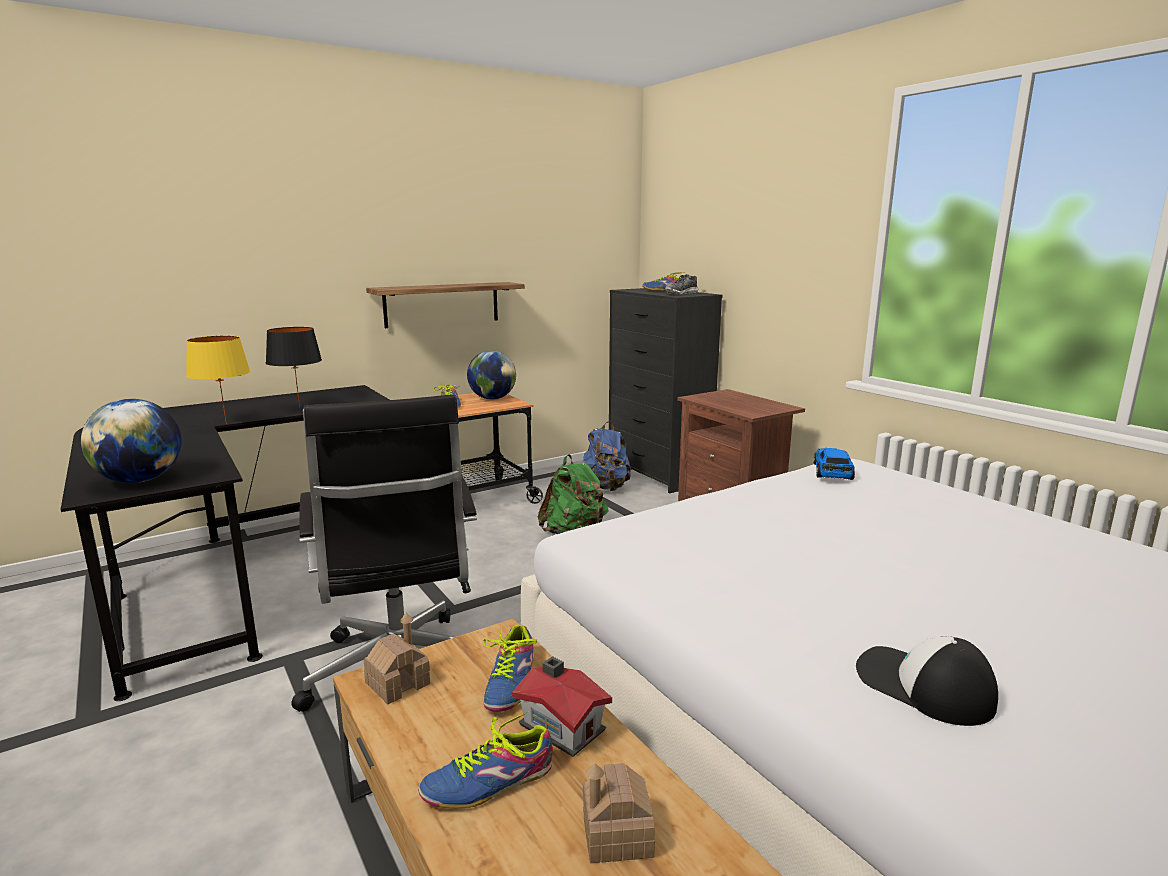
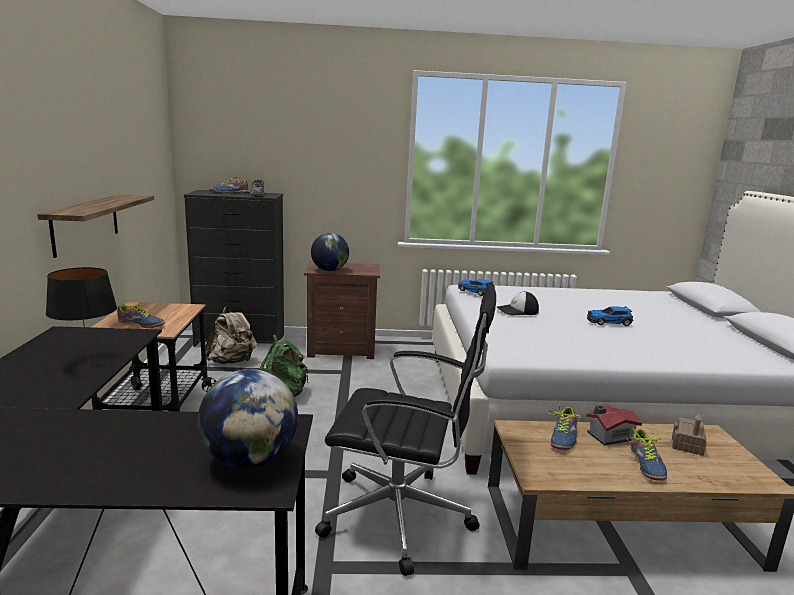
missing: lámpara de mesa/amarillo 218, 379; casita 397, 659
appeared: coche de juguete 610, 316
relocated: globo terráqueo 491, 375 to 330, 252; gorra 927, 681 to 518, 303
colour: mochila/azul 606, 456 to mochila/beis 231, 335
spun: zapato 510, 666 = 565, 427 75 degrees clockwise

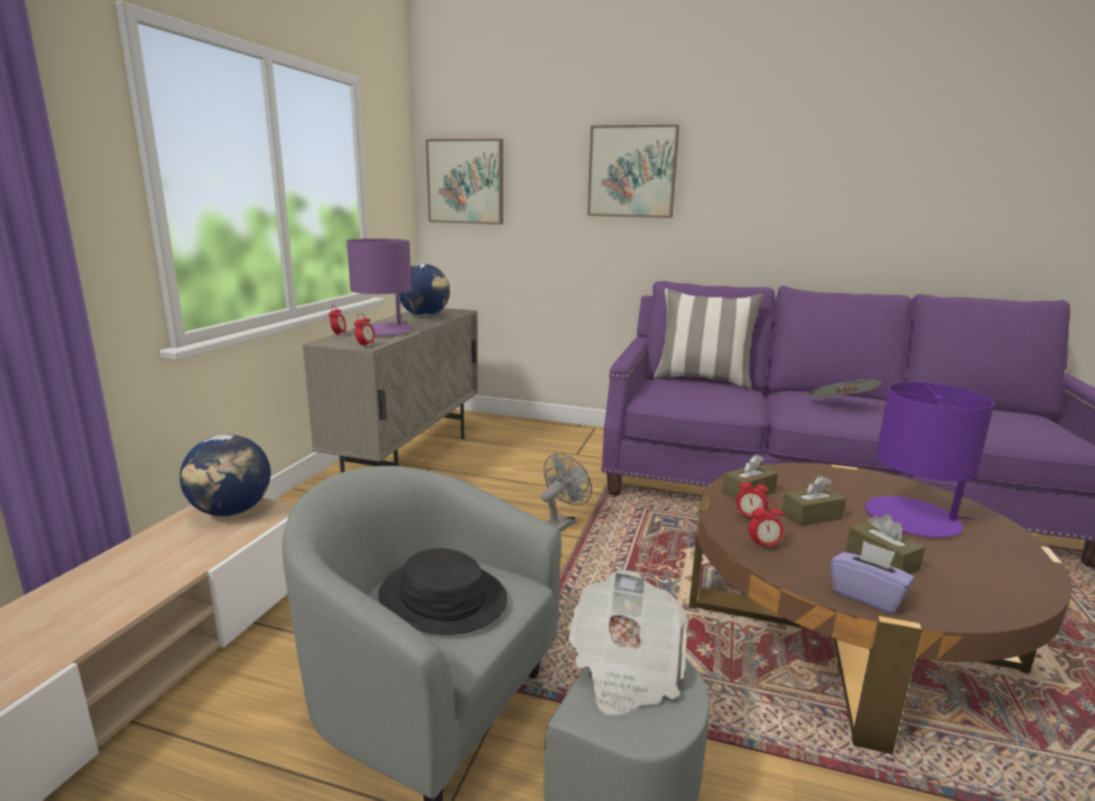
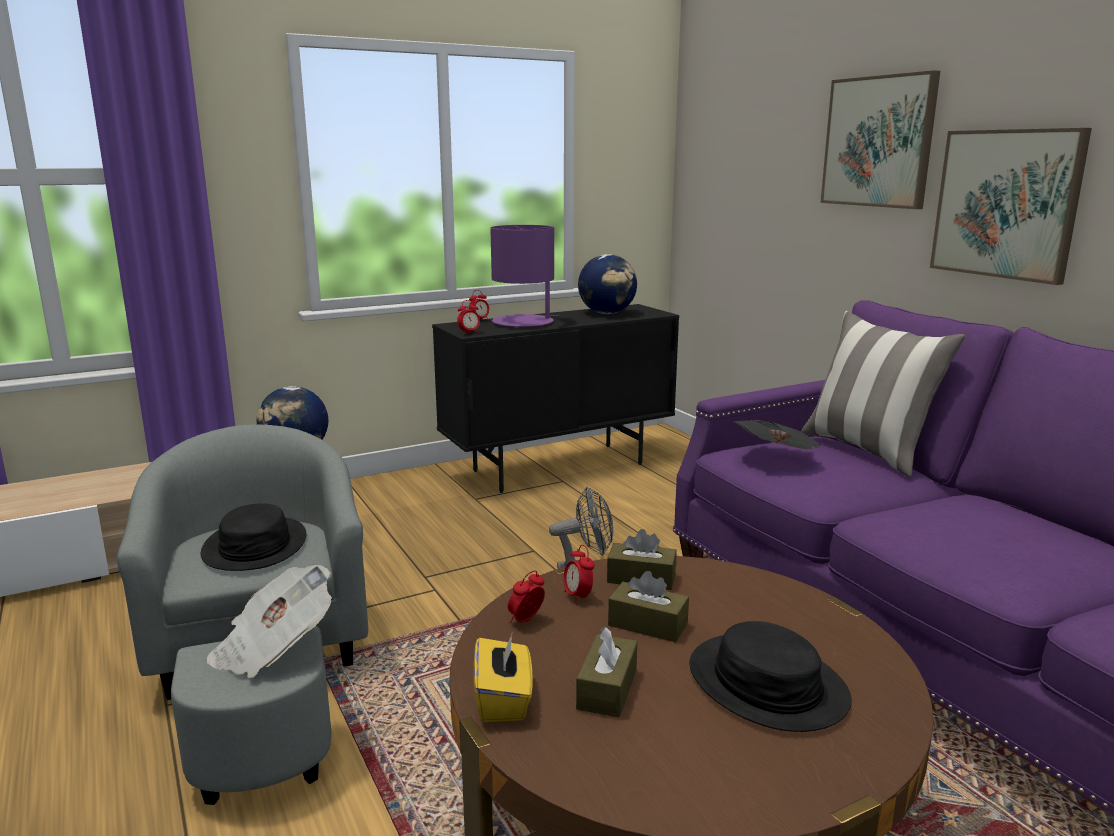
relocated: cuadro 464, 181 to 1011, 206; periódico 844, 388 to 777, 434
exchanged: lámpara de mesa/morado 930, 460 to sombrero/negro 770, 676
colour: armario/beis 390, 390 to armario/negro 555, 398; caja de pañuelos/morado 872, 577 to caja de pañuelos/amarillo 503, 678
spun: despertador 766, 525 = 526, 596 90 degrees clockwise

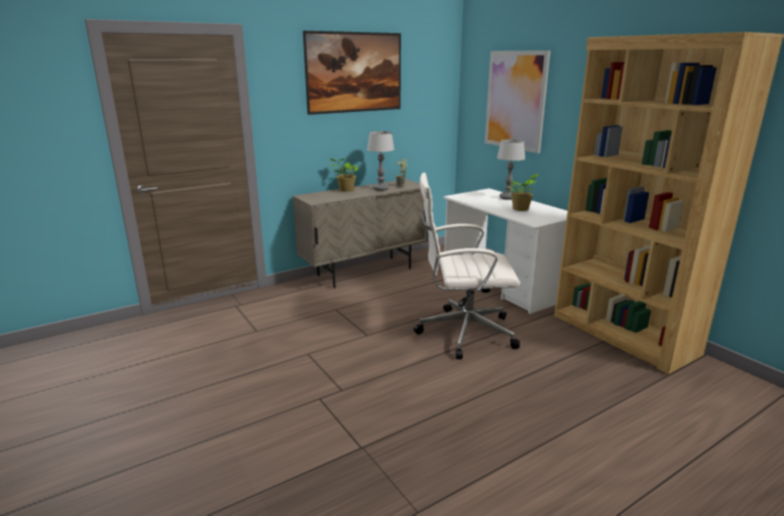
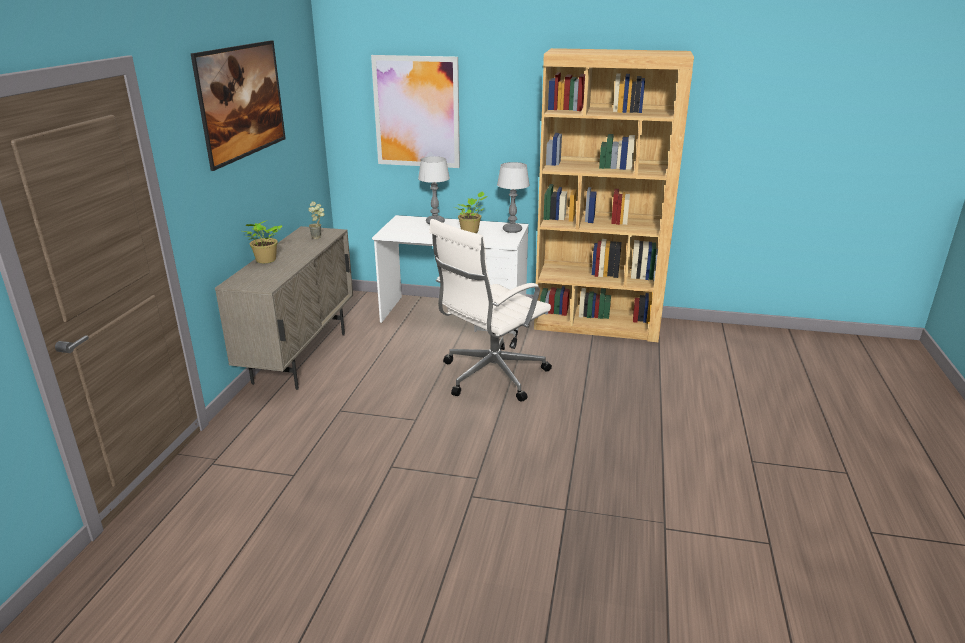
relocated: lámpara de mesa 381, 161 to 513, 197

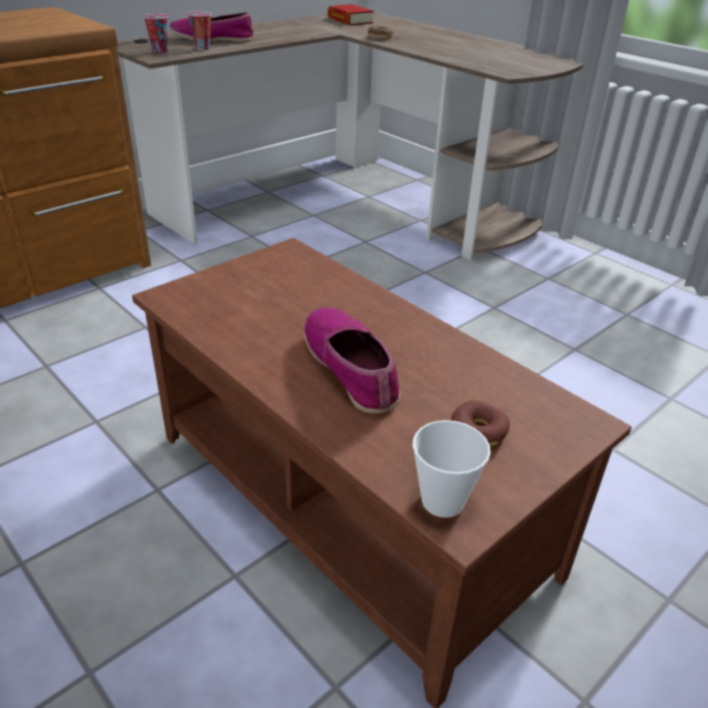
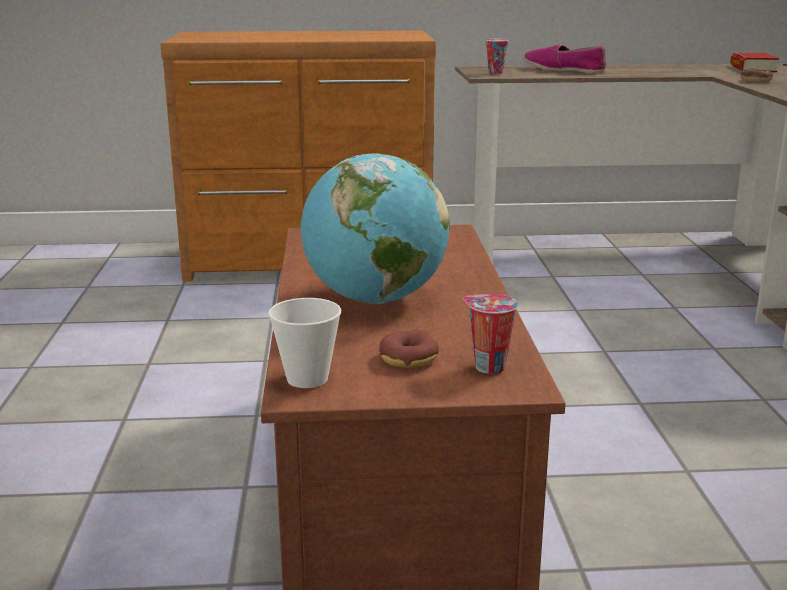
relocated: taza 197, 30 to 490, 334
exchanged: zapato 352, 360 to globo terráqueo 375, 228

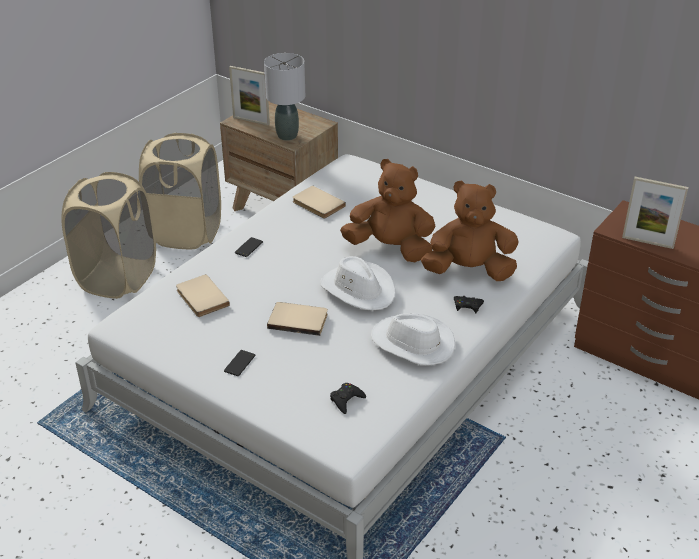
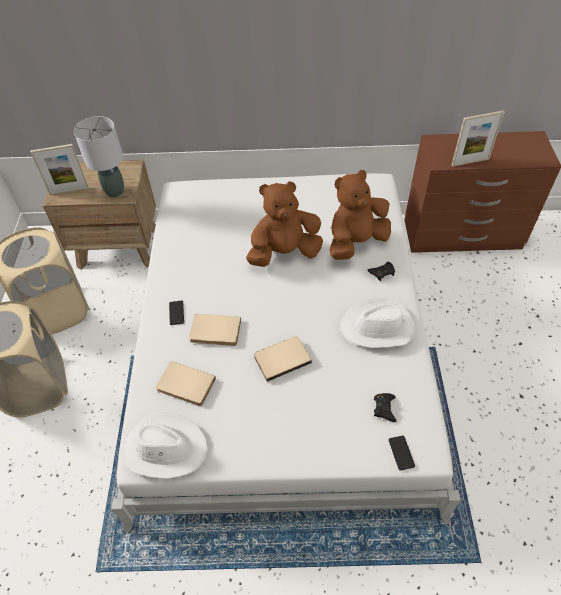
relocated: móvil 239, 363 to 401, 453; libro/beis 319, 202 to 215, 330; sombrero/blanco 358, 283 to 165, 445

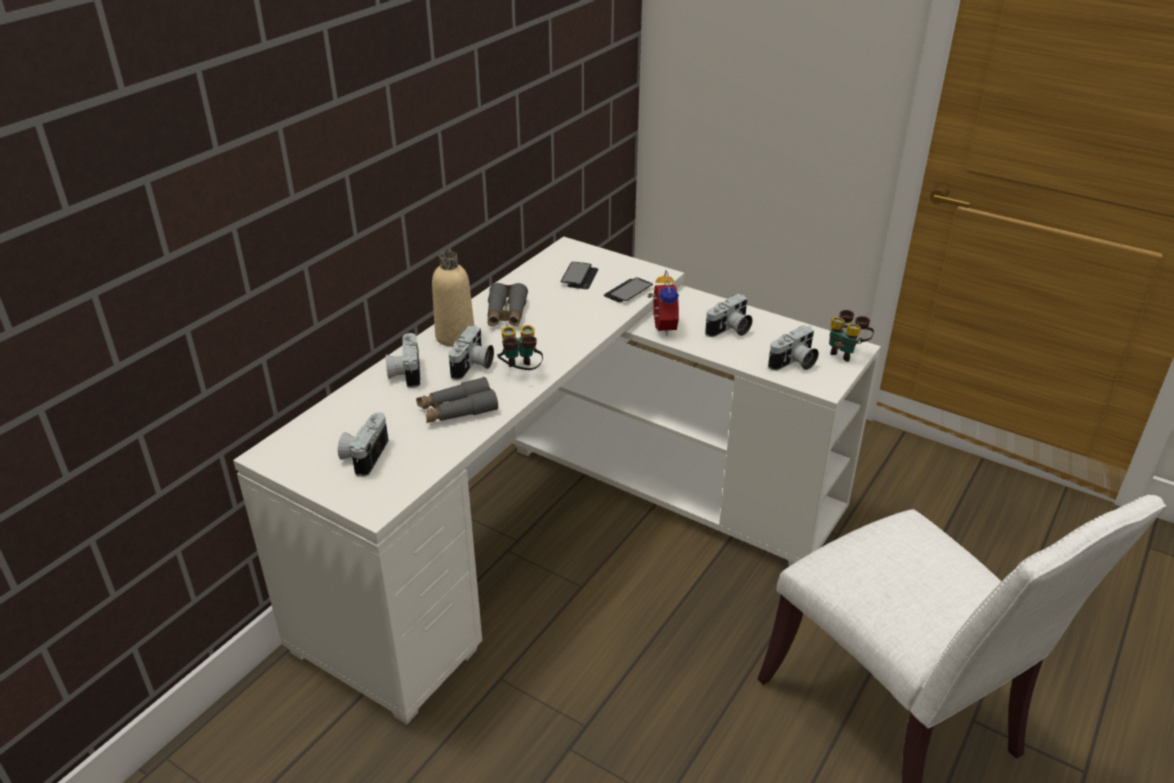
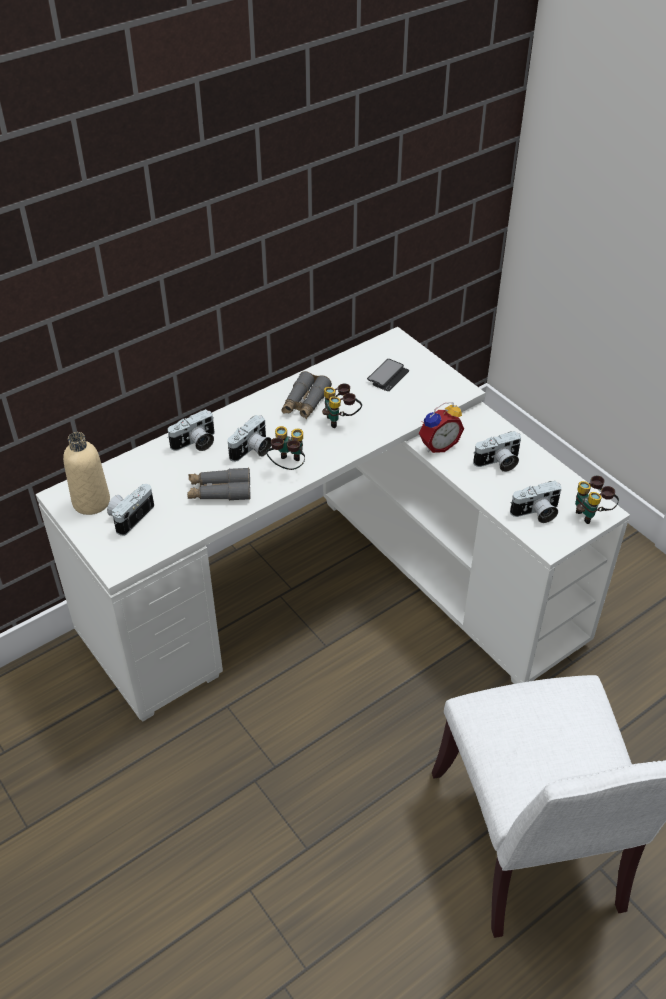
missing: móvil 628, 289
appeared: prismáticos 342, 406
relocated: botella/beis 453, 299 to 86, 473
spun: cámara 403, 360 = 190, 430 135 degrees counterclockwise; despertador 663, 303 = 441, 427 45 degrees clockwise

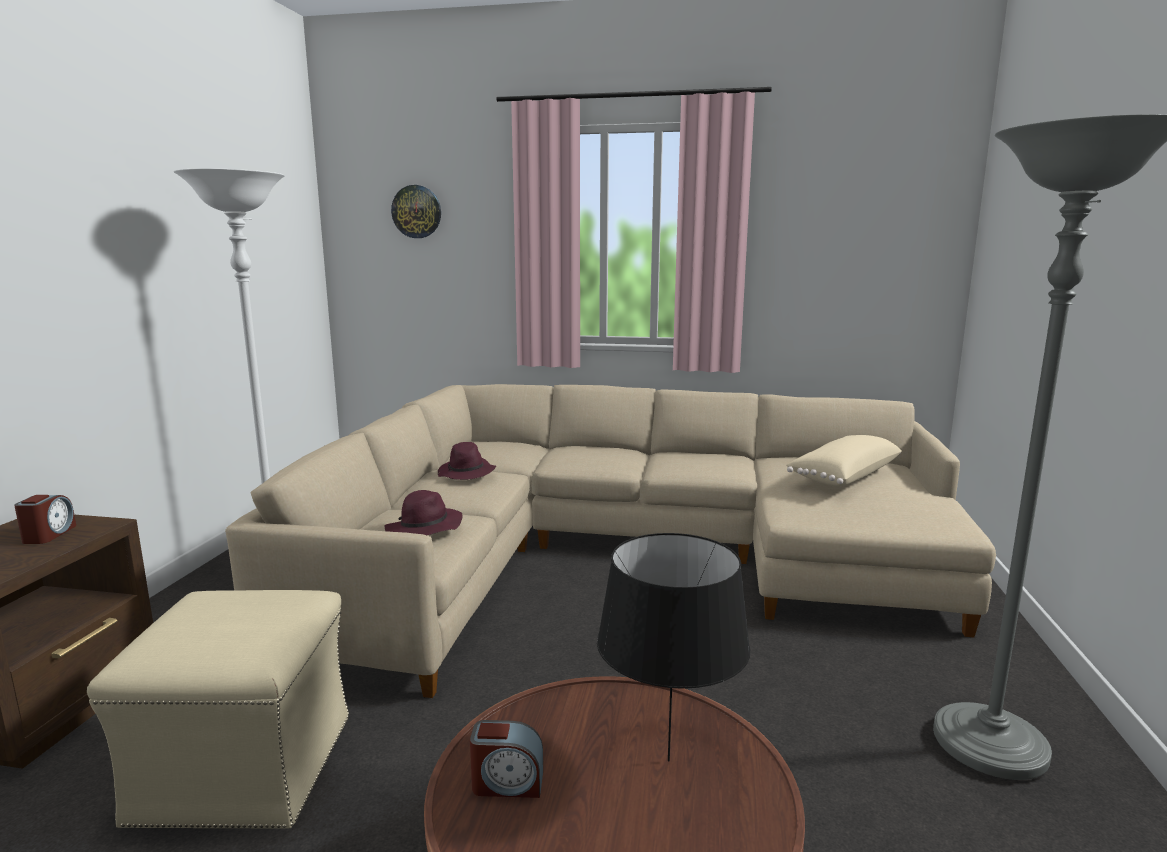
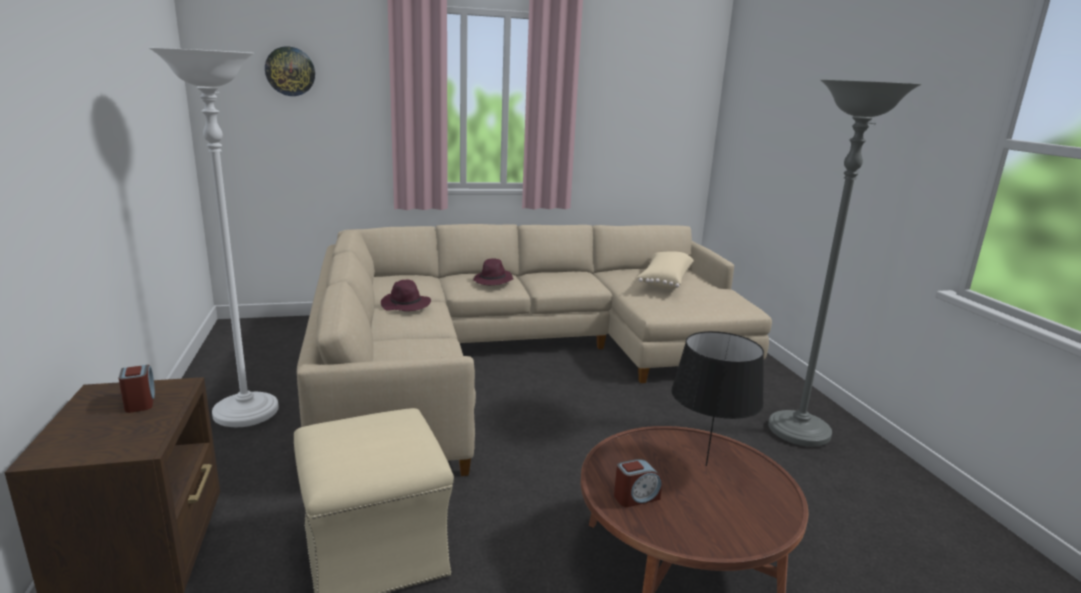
relocated: sombrero/morado 423, 512 to 492, 271

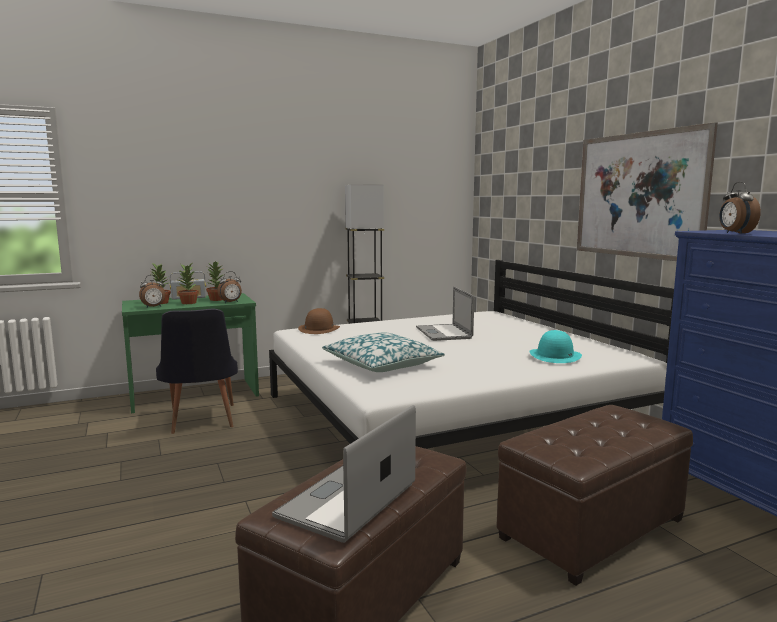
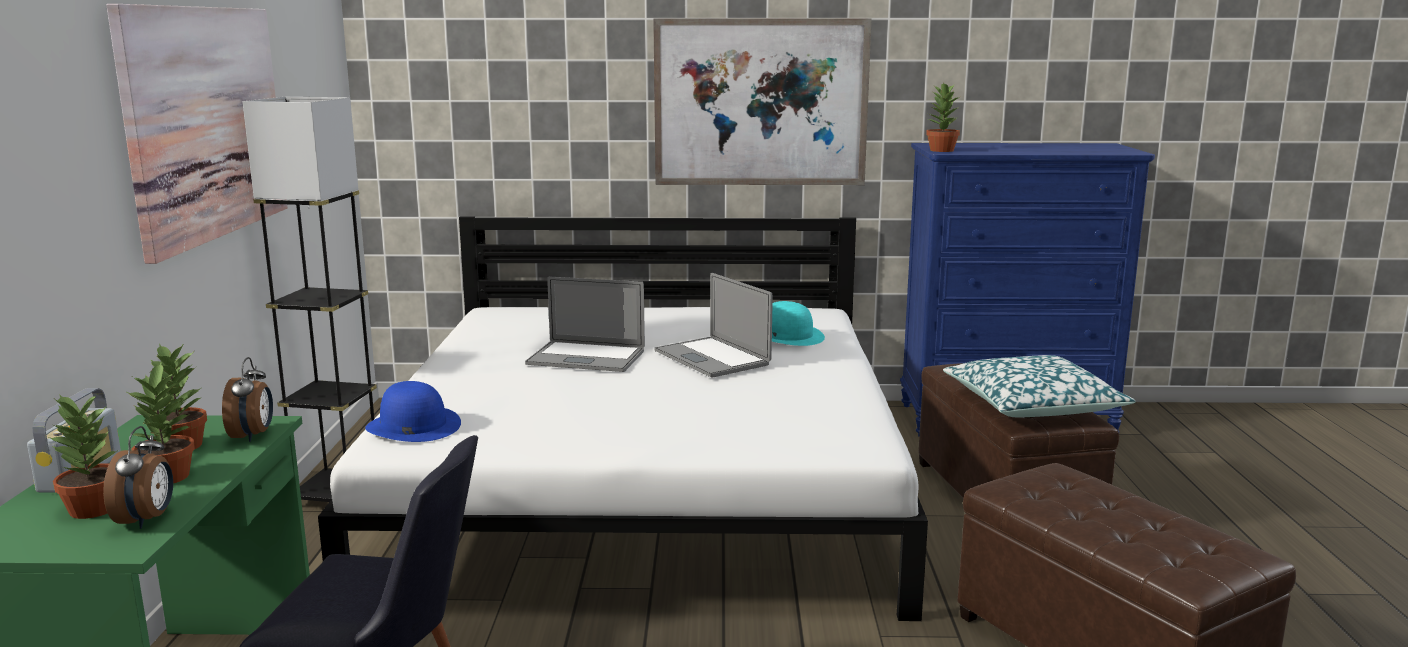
missing: despertador 740, 208
appeared: cuadro 197, 134; planta en maceta 943, 117
relocated: portátil 344, 474 to 713, 325; cojín 383, 352 to 1039, 386
colour: sombrero/marrón 319, 321 to sombrero/azul 413, 411

